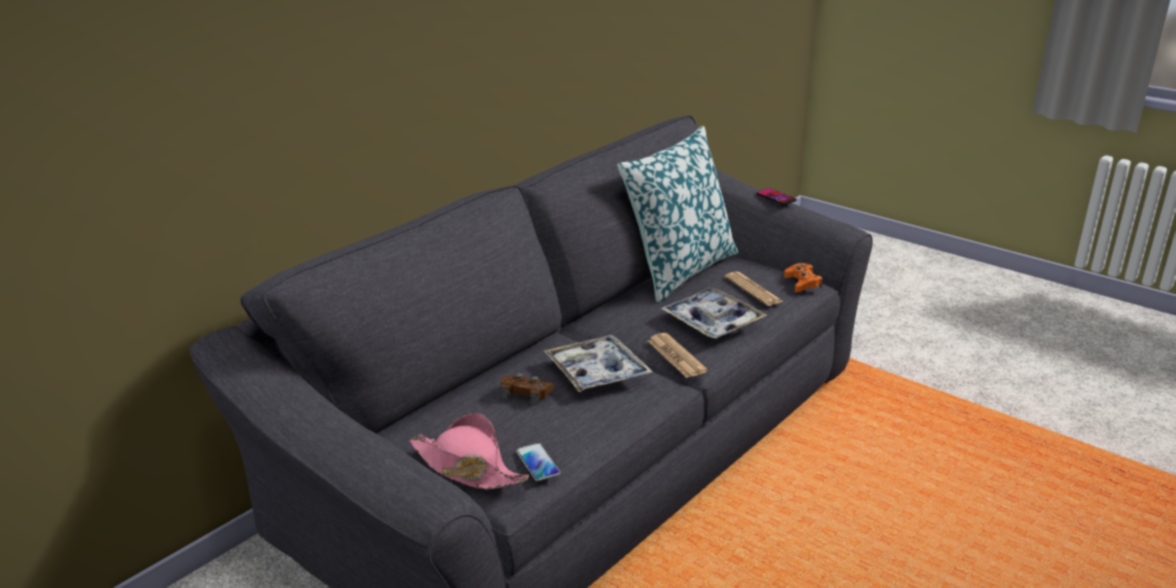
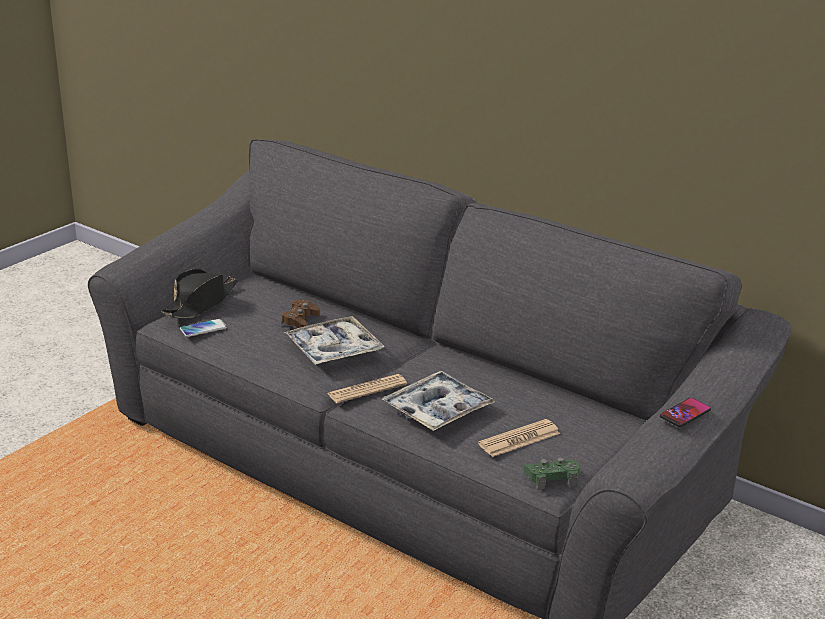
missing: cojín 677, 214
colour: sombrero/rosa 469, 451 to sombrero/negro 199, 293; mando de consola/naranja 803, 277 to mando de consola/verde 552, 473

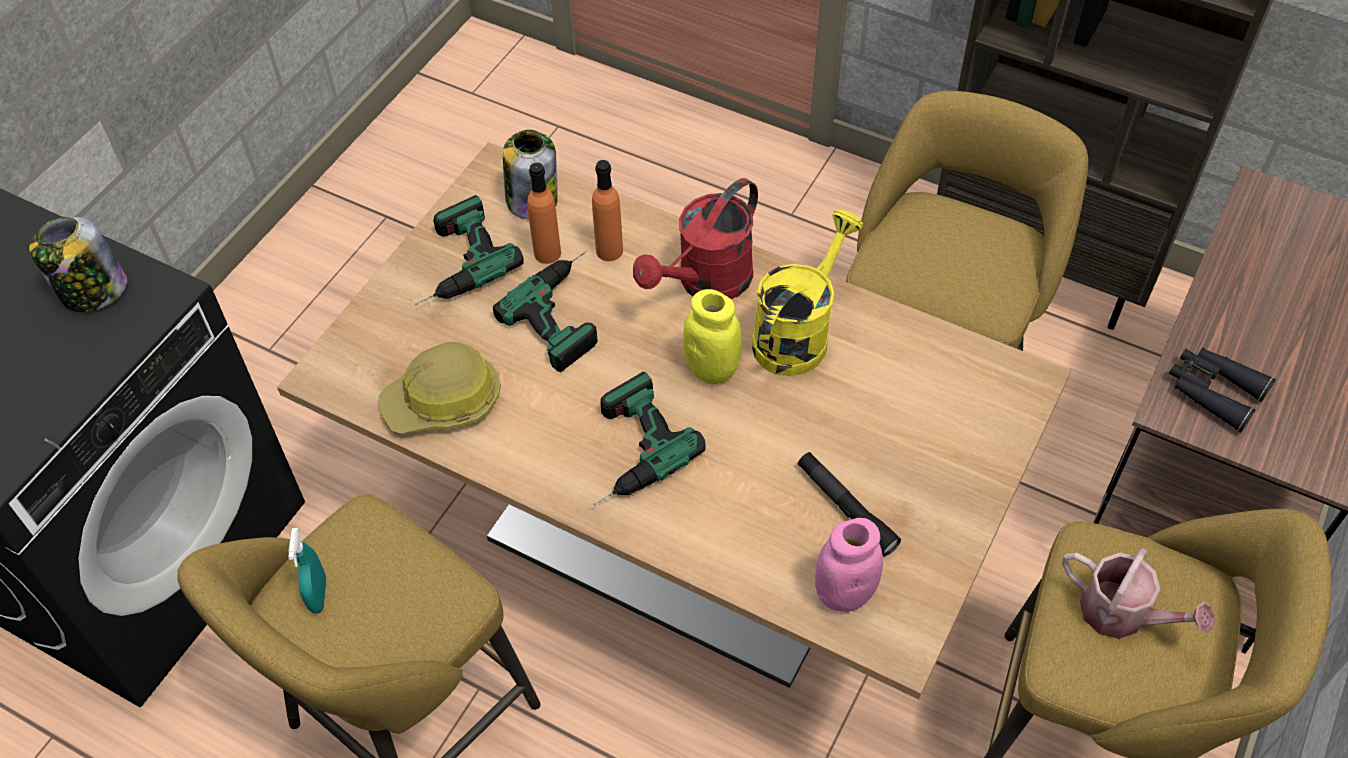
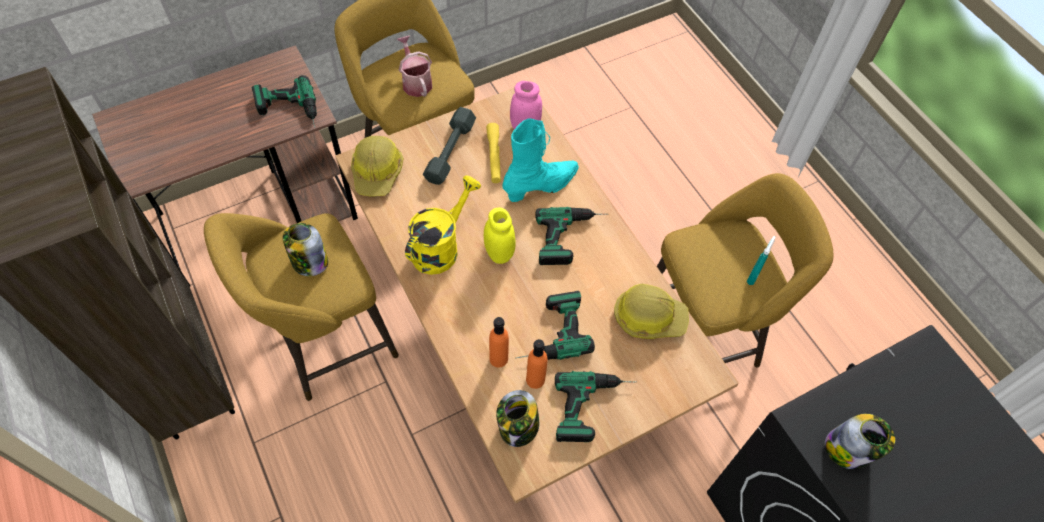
missing: regadera/rojo 695, 238
appeared: tarro 305, 249; casco 377, 166; mancuerna/gris 449, 146; bota/turquesa 540, 160
exchanged: prismáticos/negro 1222, 390 to taladro 284, 101
colour: linterna/negro 849, 504 to linterna/amarillo 493, 153
spun: regadera/amarillo 807, 293 = 443, 225 150 degrees clockwise

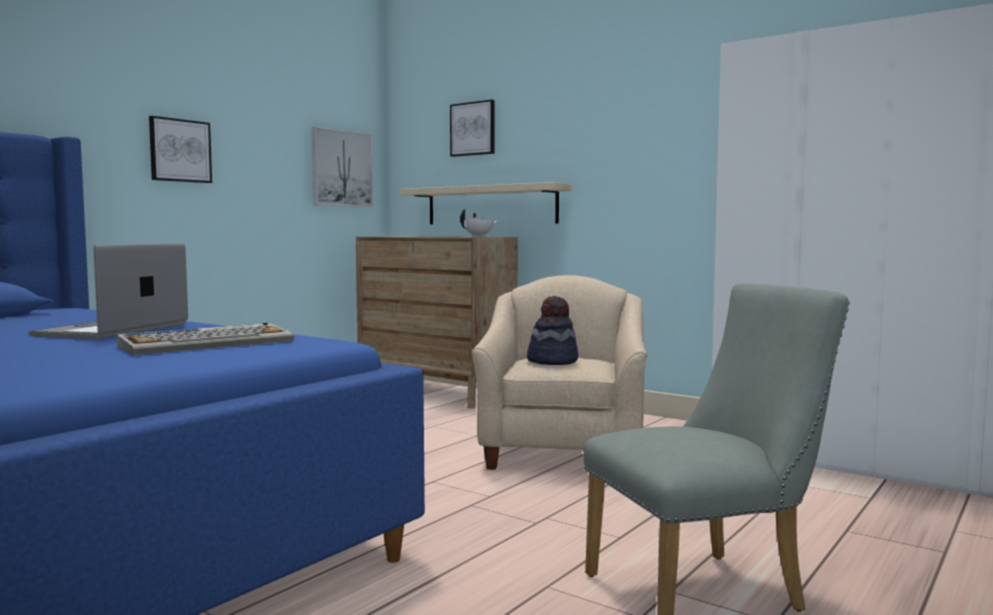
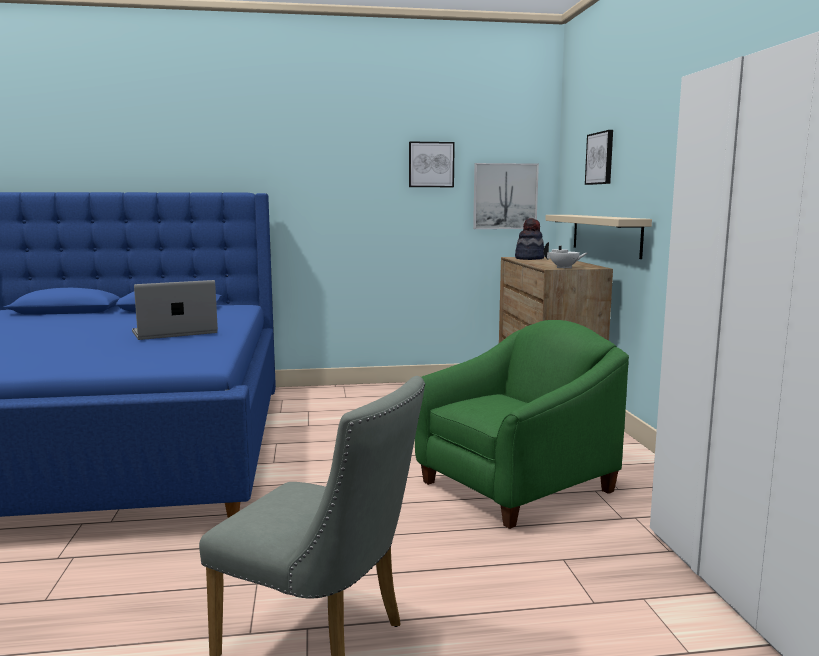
missing: teclado 205, 339
relocated: cuadro 180, 149 to 432, 164; sombrero 552, 330 to 530, 239
colour: sillón/beis 560, 372 to sillón/verde 522, 424

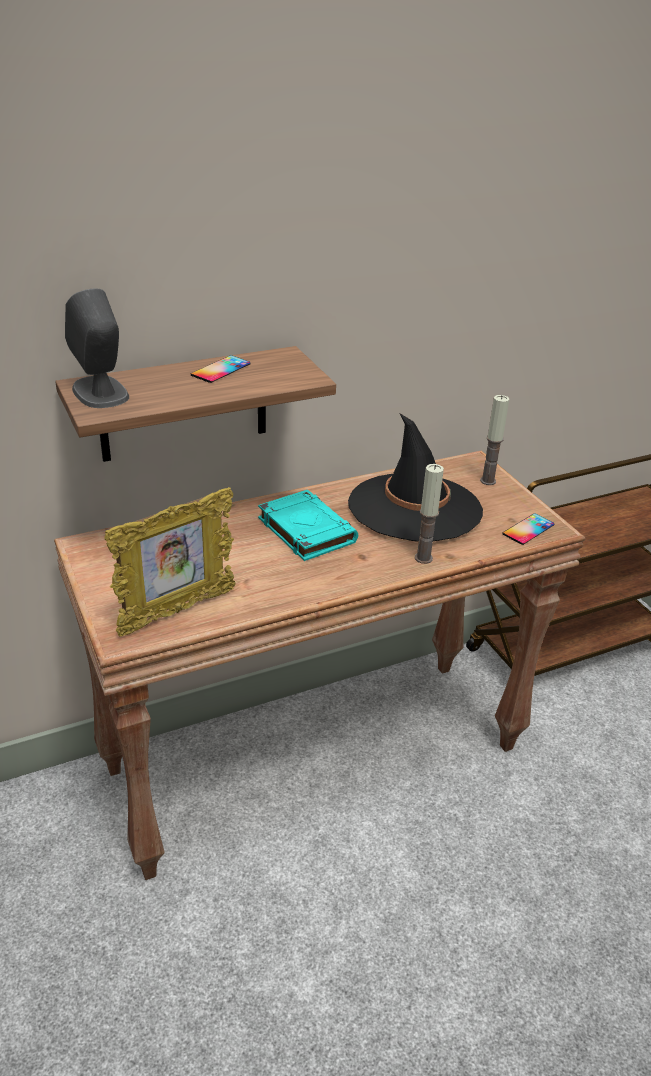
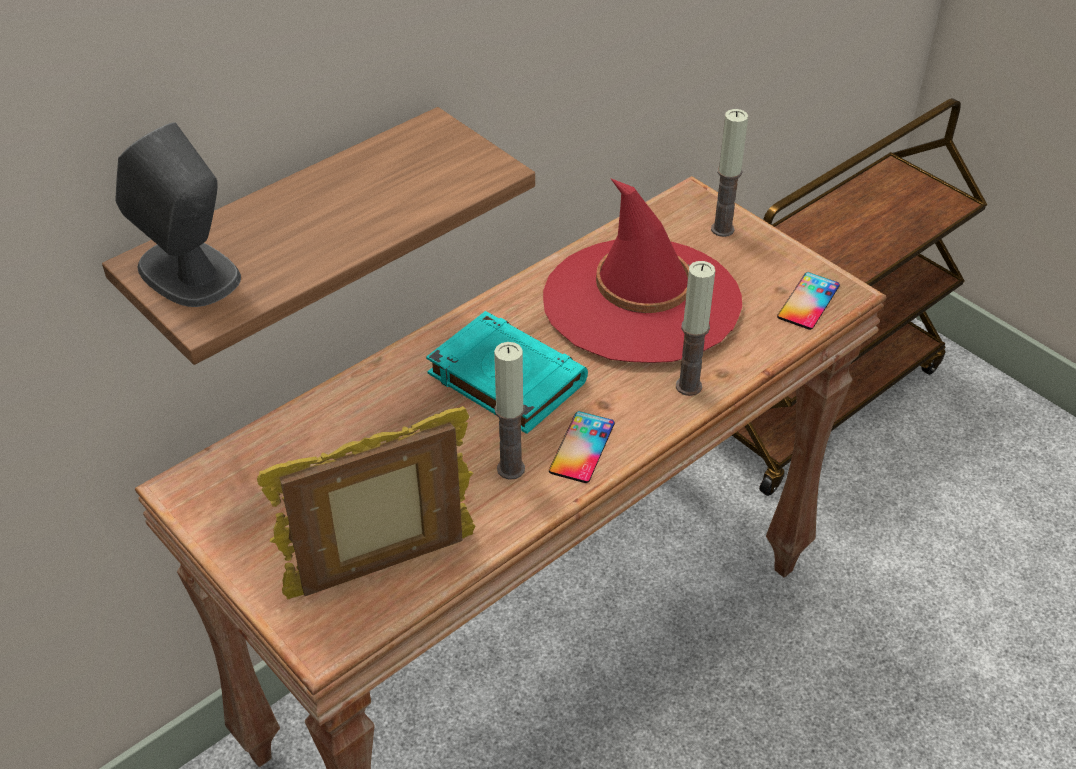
appeared: vela 509, 411
relocated: móvil 220, 369 to 582, 447
colour: sombrero/negro 415, 477 to sombrero/rojo 642, 270
spun: portarretratos 169, 562 = 366, 502 150 degrees counterclockwise

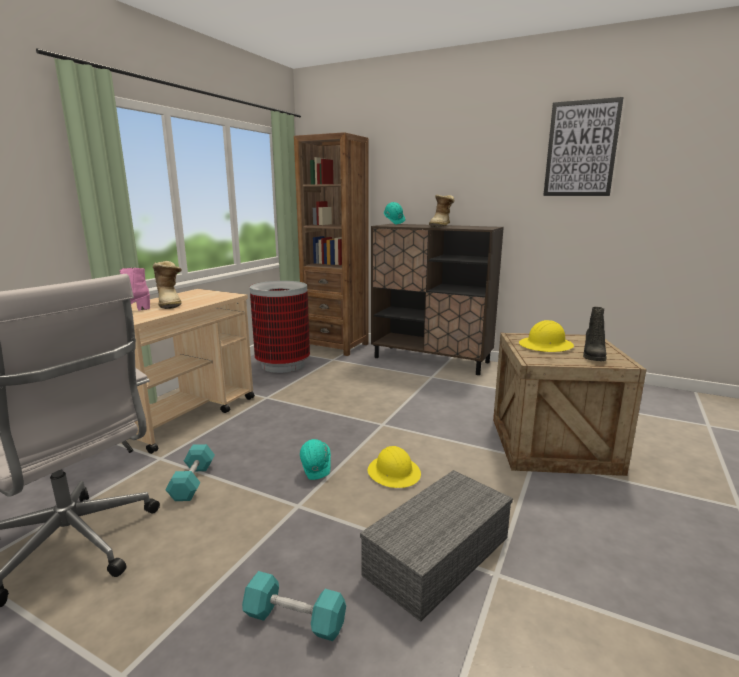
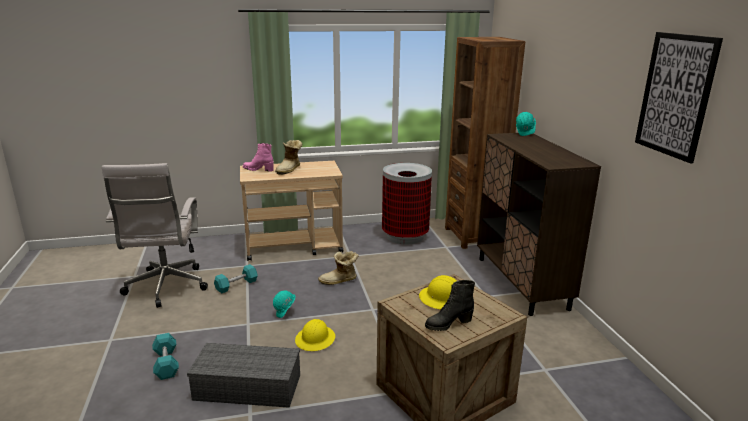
relocated: bota 442, 211 to 338, 268

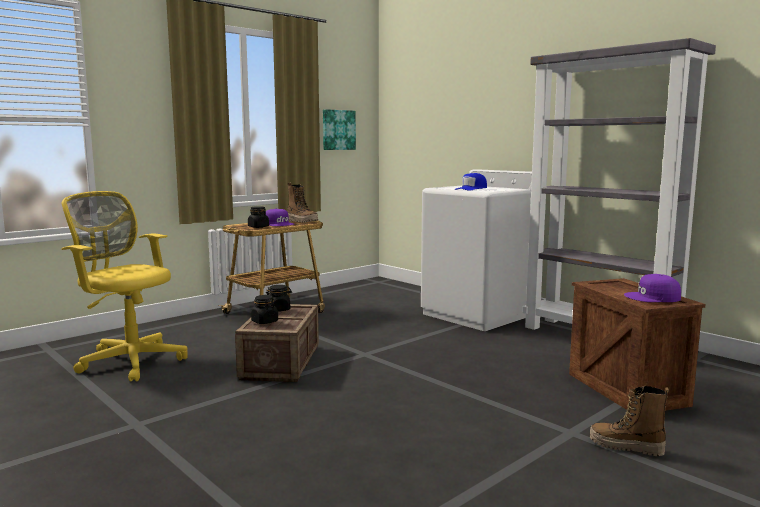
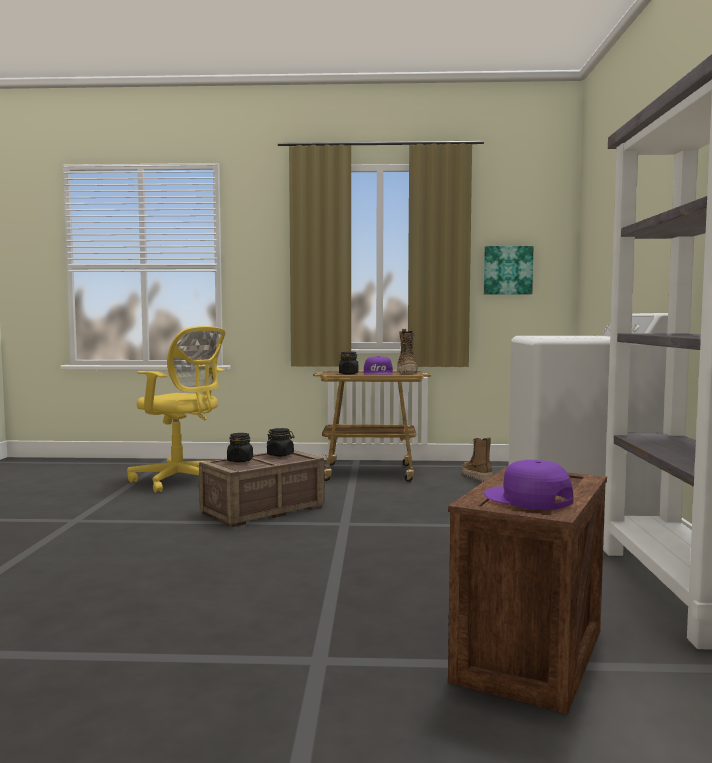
missing: gorra/azul 470, 182
relocated: bota 629, 421 to 477, 459
spun: silla de oficina/amarillo 124, 286 = 176, 409 135 degrees clockwise

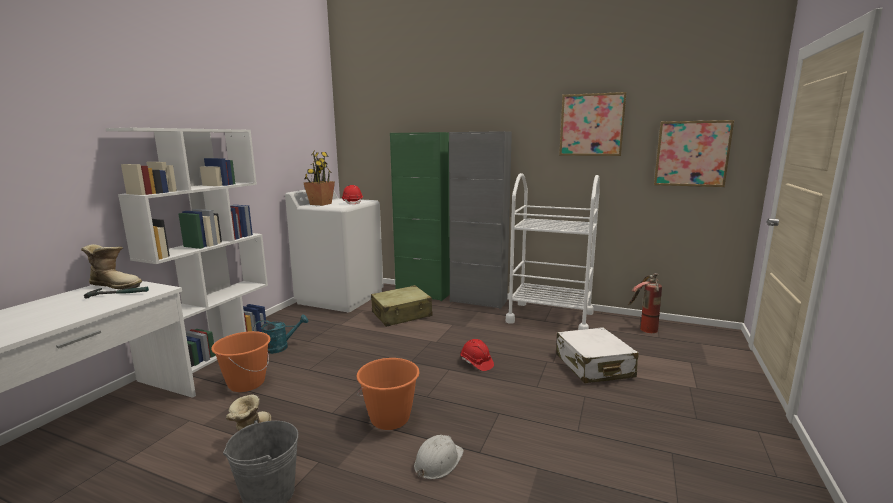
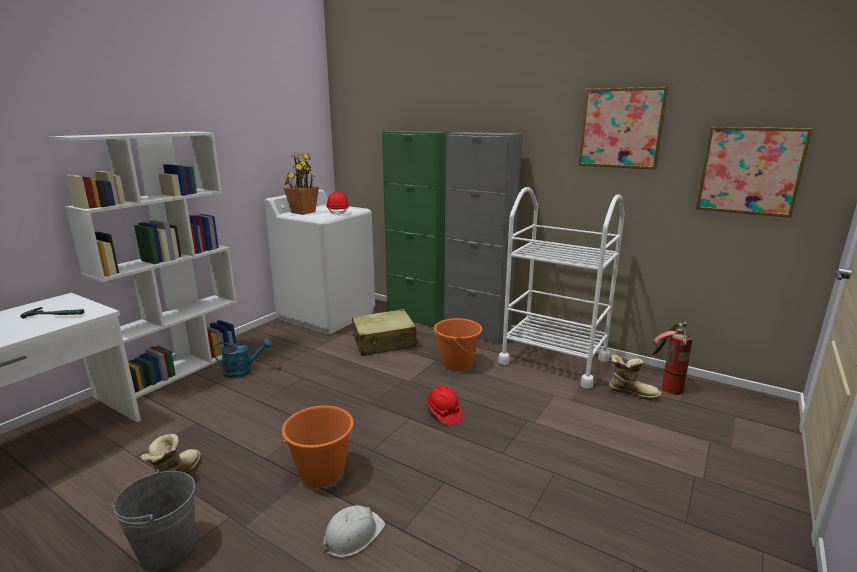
missing: maleta/blanco 597, 355
relocated: bota 111, 267 to 635, 377; cubo/naranja 241, 361 to 458, 344

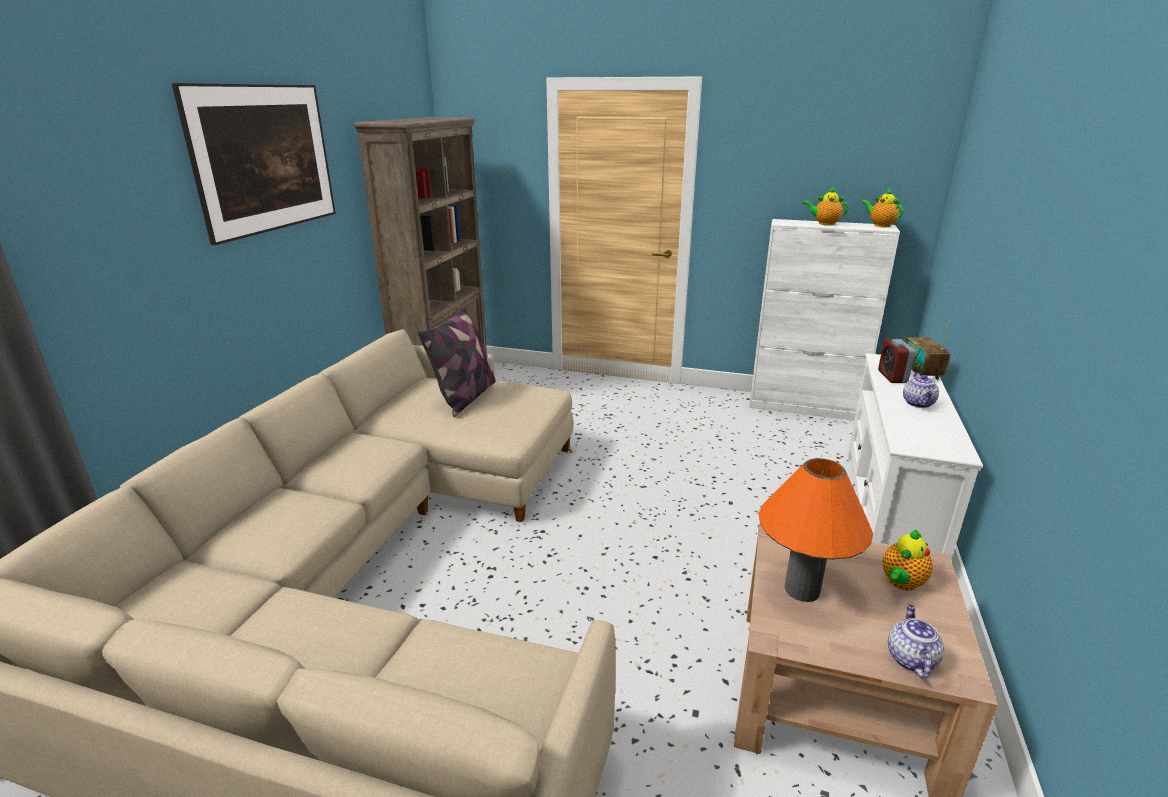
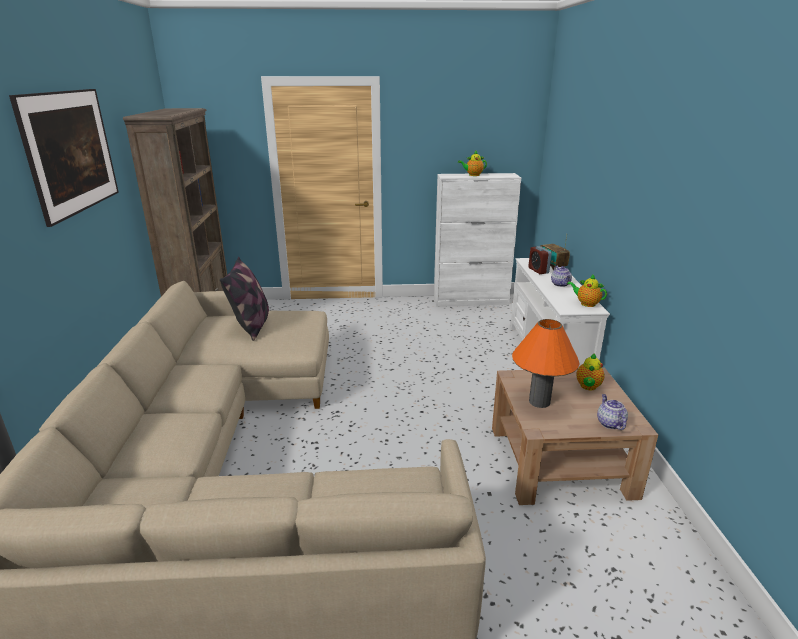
relocated: tetera 882, 207 to 587, 290

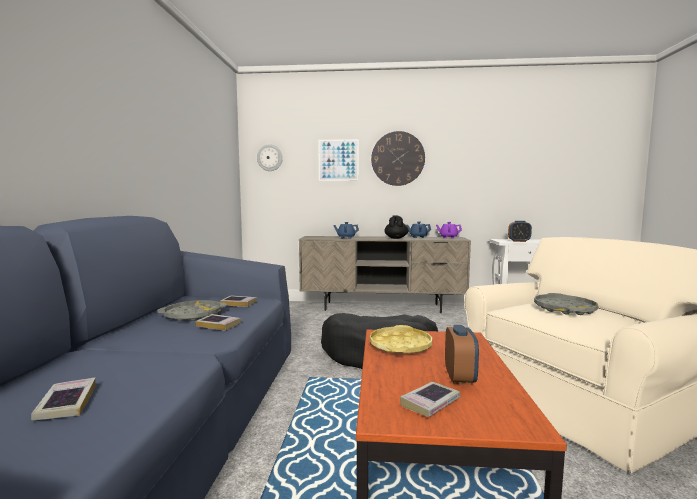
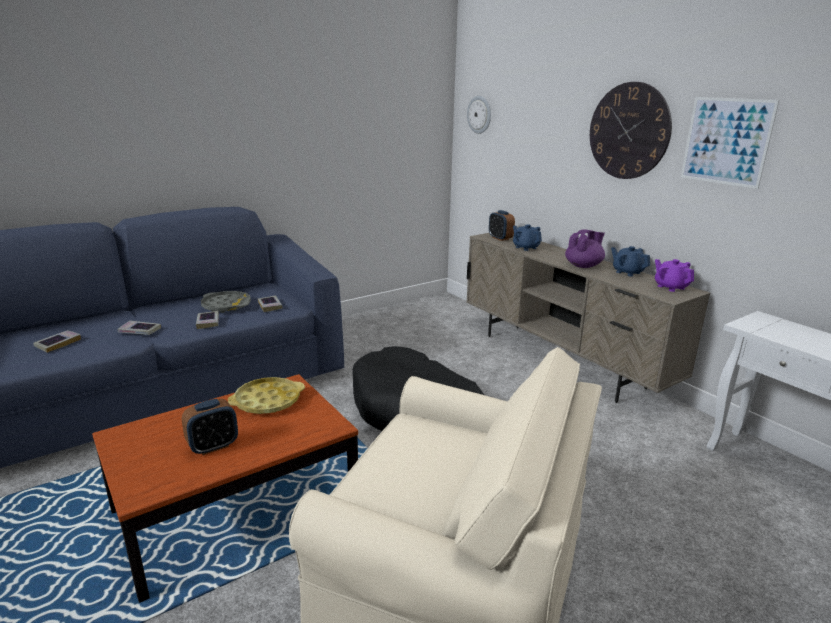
missing: bandeja/gris 566, 304
relocated: cuadro 338, 160 to 730, 143; libro 430, 399 to 139, 328; despertador 520, 231 to 502, 225
colour: tetera/negro 396, 227 to tetera/morado 585, 248

